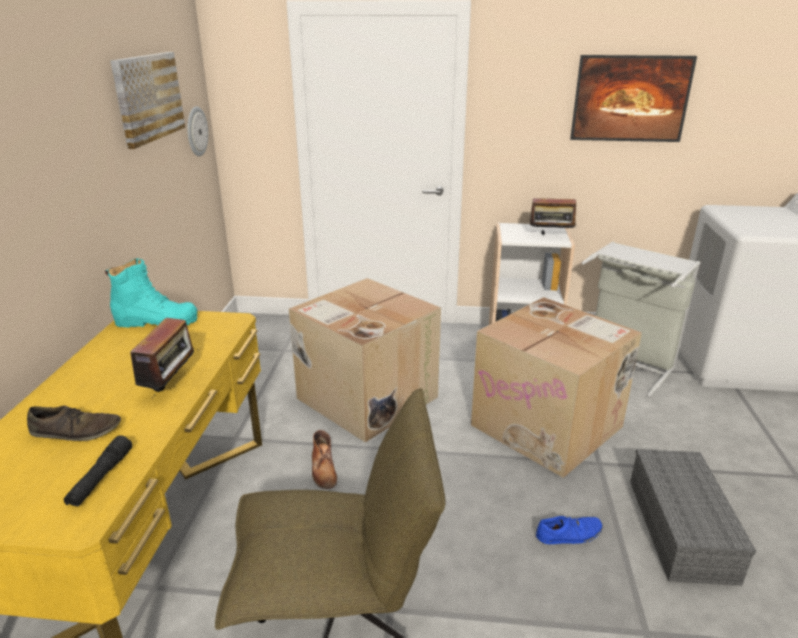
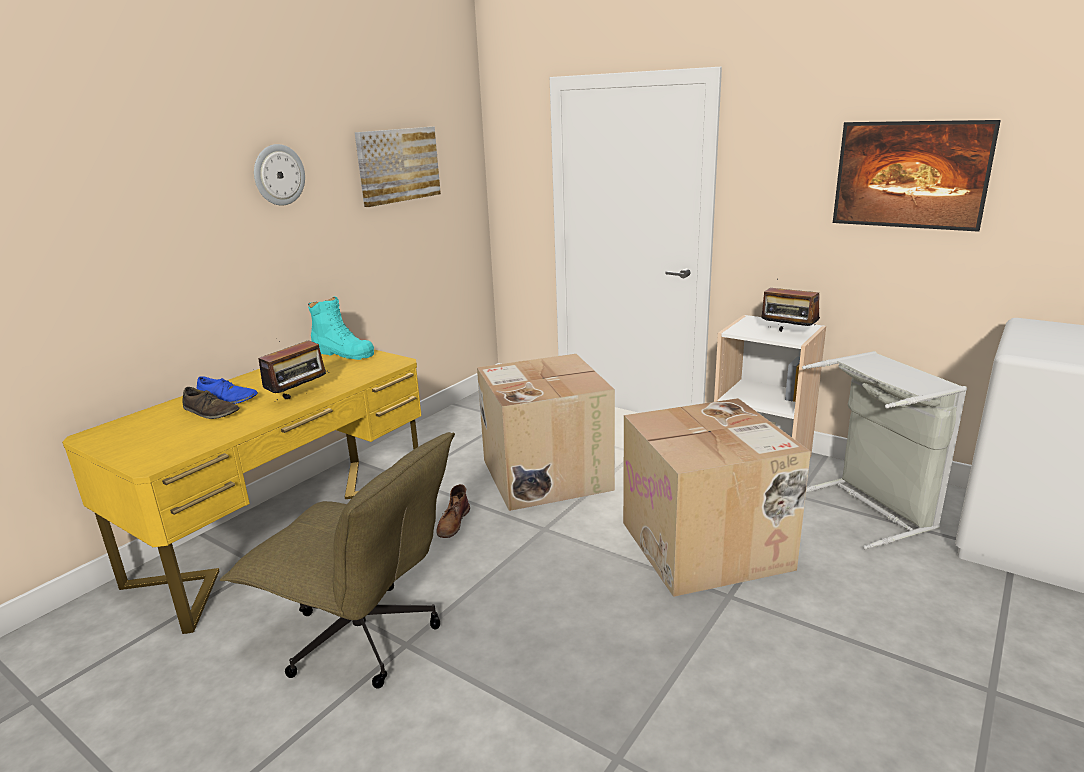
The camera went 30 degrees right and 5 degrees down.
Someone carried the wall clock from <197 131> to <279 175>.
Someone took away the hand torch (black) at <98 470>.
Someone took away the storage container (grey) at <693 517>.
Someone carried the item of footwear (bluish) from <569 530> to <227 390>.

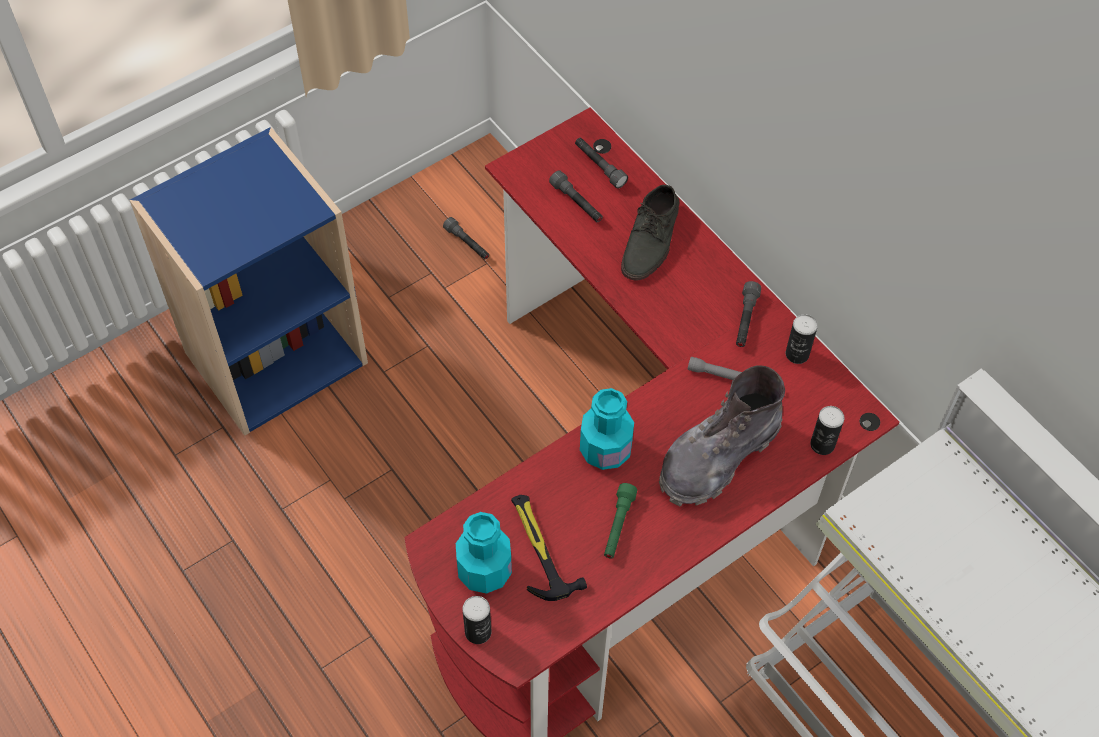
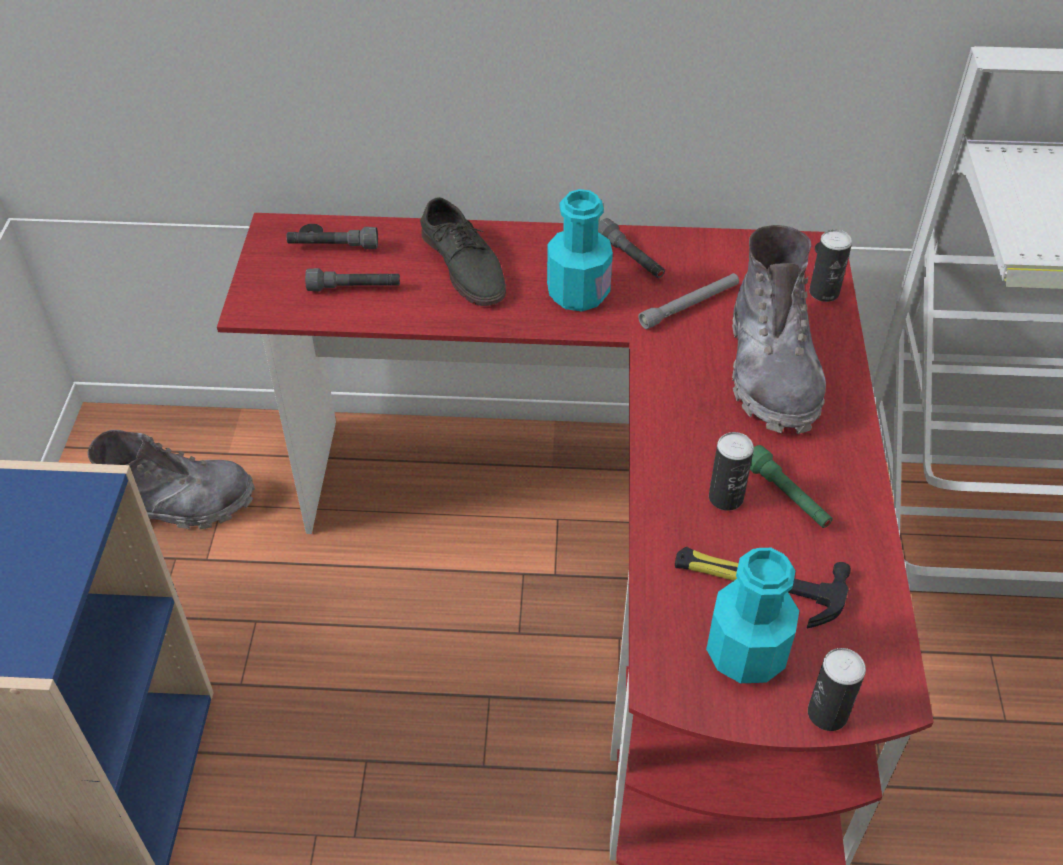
The camera went 50 degrees left and 10 degrees down.
Someone swapped the hand torch (grey) at <466 238> for the high-top boot (grey) at <171 479>.
Someone carried the metal can from <802 339> to <731 471>.
Someone carried the bottle (turquoise-coloured) from <607 429> to <580 250>.

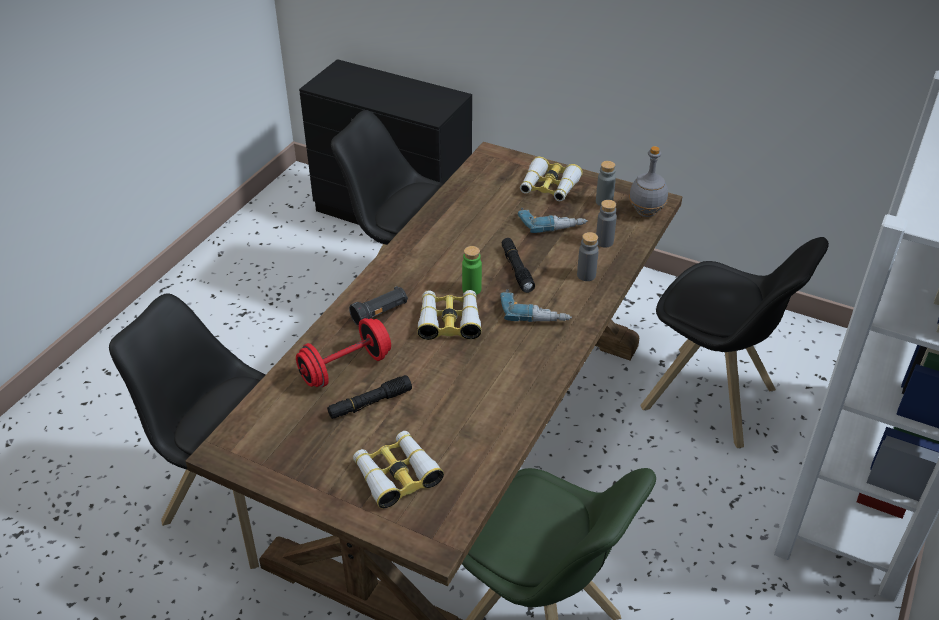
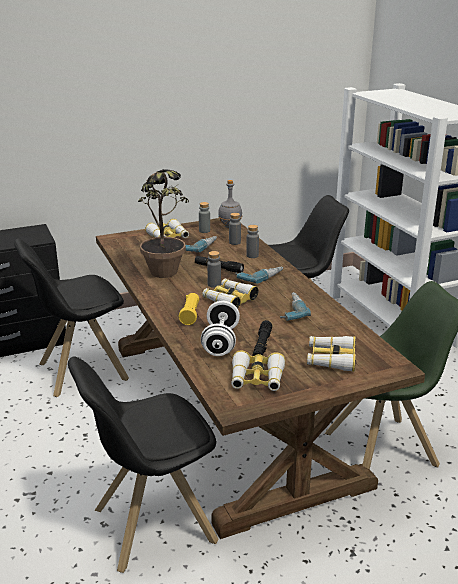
The camera went 50 degrees left and 15 degrees down.
Someone repainted the bottle (green) at <472 270>, which became the bottle (grey) at <214 269>.
Someone repainted the hand torch (black) at <378 306>, which became the hand torch (yellow-coloured) at <189 309>.
Someone repainted the dumbbell (red) at <343 352>, which became the dumbbell (whitish) at <220 328>.
Someone put down the plant in a pot at <163 223>.
Someone put down the drill at <295 306>.
Someone put down the binoculars at <258 370>.

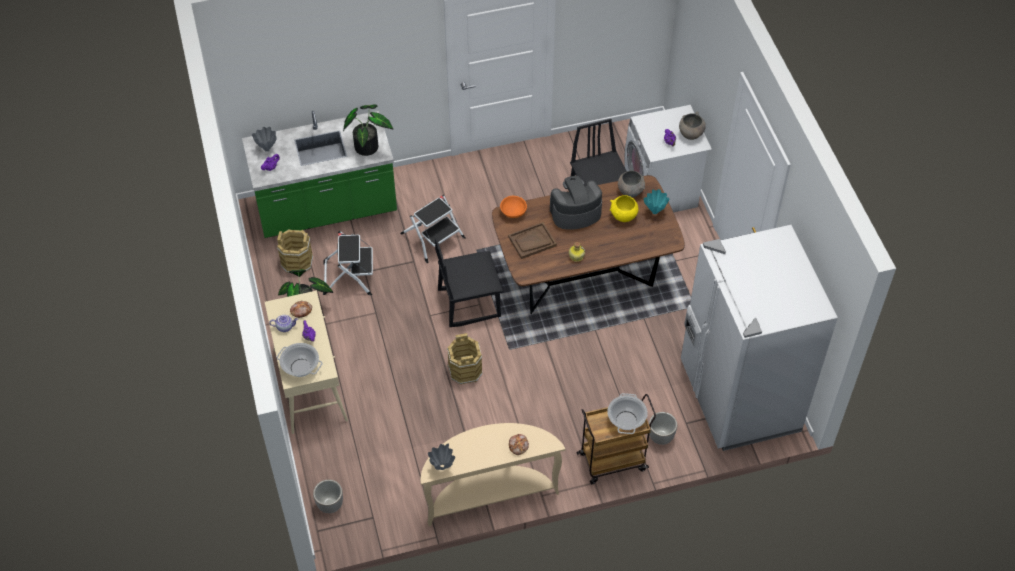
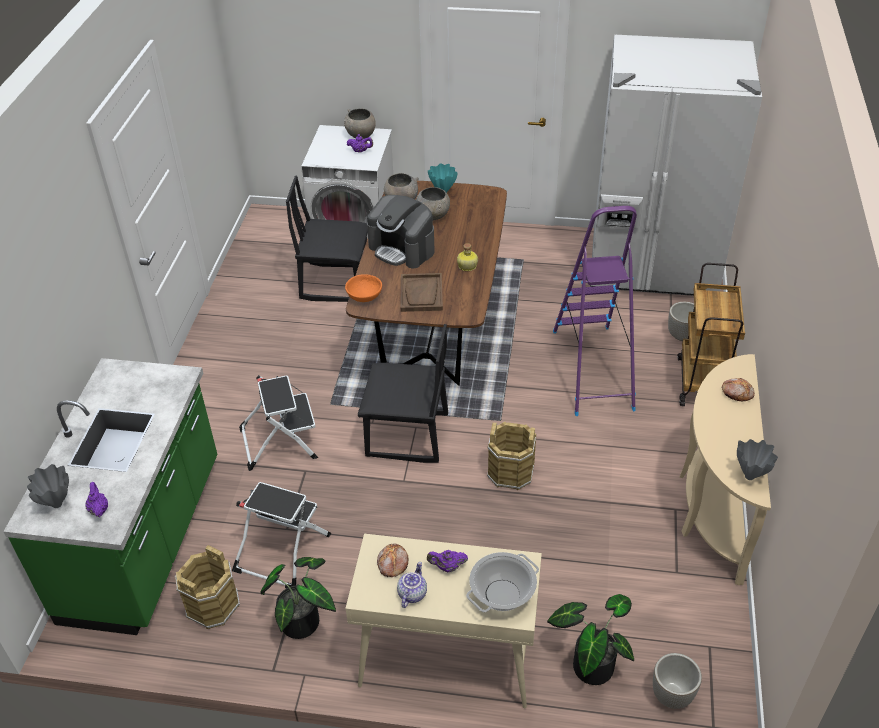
The camera went 65 degrees left and 10 degrees down.
Someone carried the plant in a pot from <368 130> to <590 639>.
Someone rotated the coffee brewer at <576 203> by 60 degrees counterclockwise.
Someone repainted the serving bowl (yellow-coloured) at <624 208>, which became the serving bowl (grey) at <433 203>.
Someone rotated the chair (black) at <469 282> by 90 degrees counterclockwise.
Someone took away the saucepot at <627 413>.
Someone put down the stepladder (purple-coloured) at <595 311>.

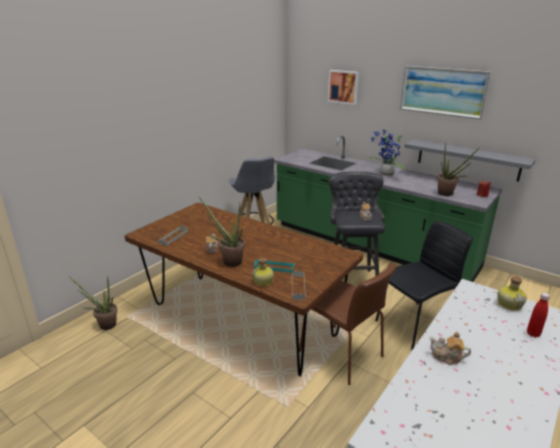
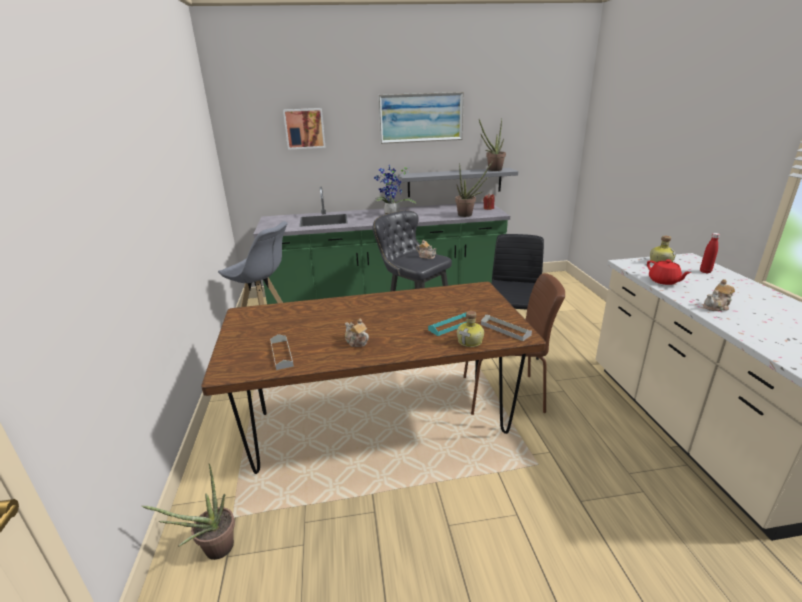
The camera went 45 degrees left and 0 degrees up.
Someone carried the plant in a pot from <222 232> to <492 144>.
Someone put down the tea pot (red) at <669 272>.

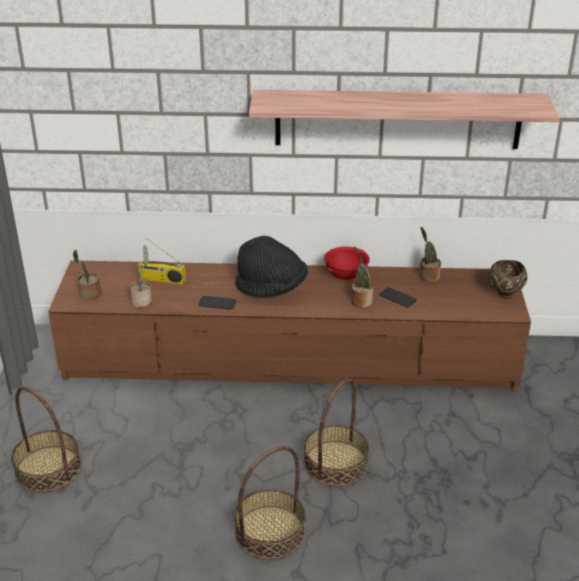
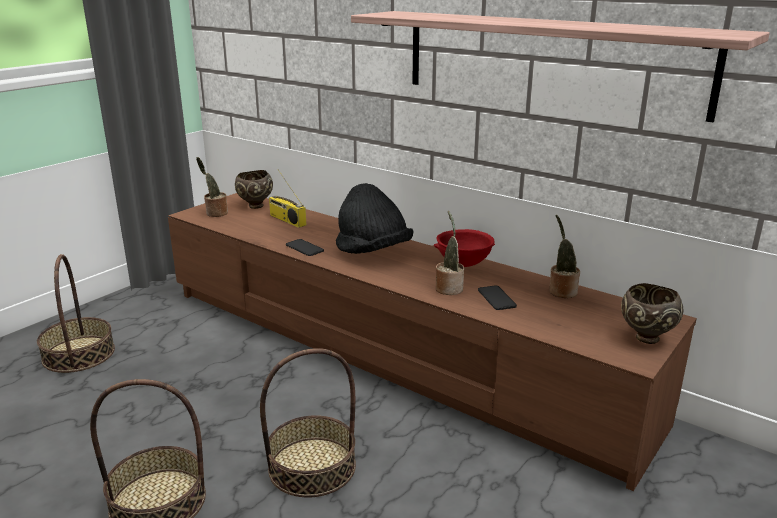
The camera went 35 degrees right and 10 degrees down.
Someone took away the plant in a pot at <140 276>.
Someone put down the serving bowl (brownish) at <254 189>.

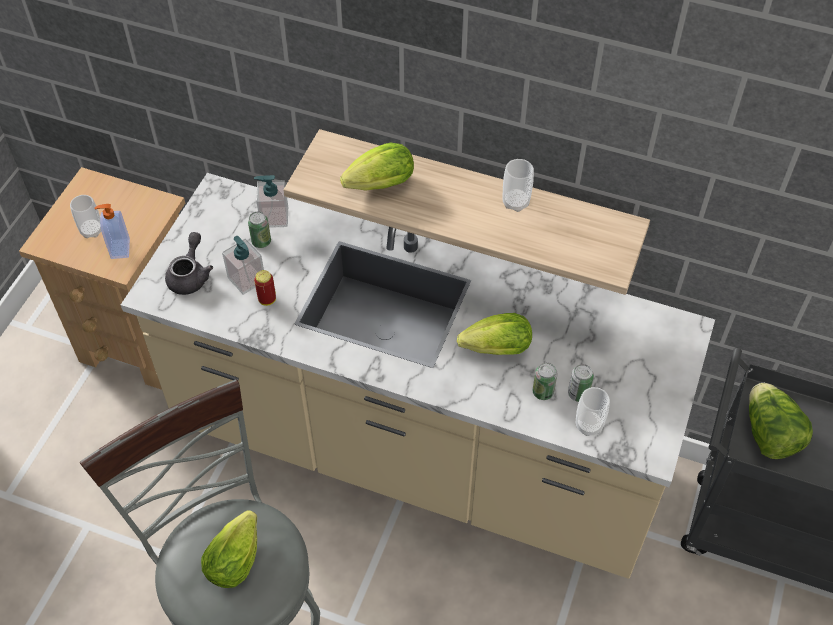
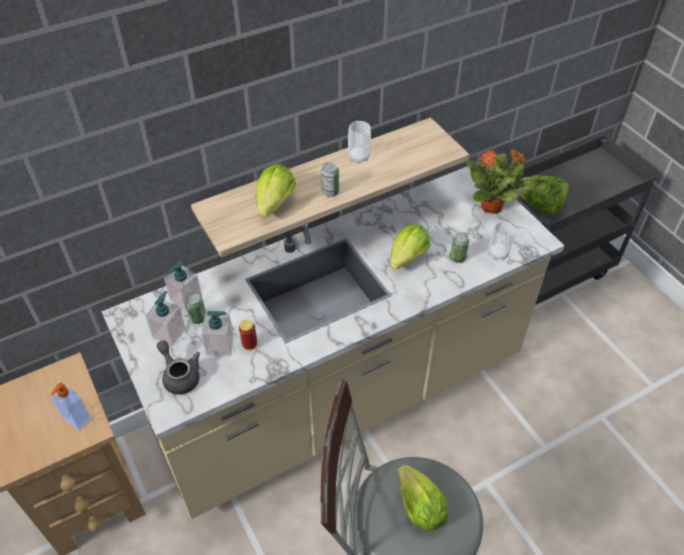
The camera went 50 degrees left and 5 degrees down.
Someone took away the drinking cup at <85 216>.
Someone carried the metal can from <581 383> to <330 179>.
Someone put down the plant in a pot at <499 181>.
Someone put down the liquid soap bottle at <166 318>.

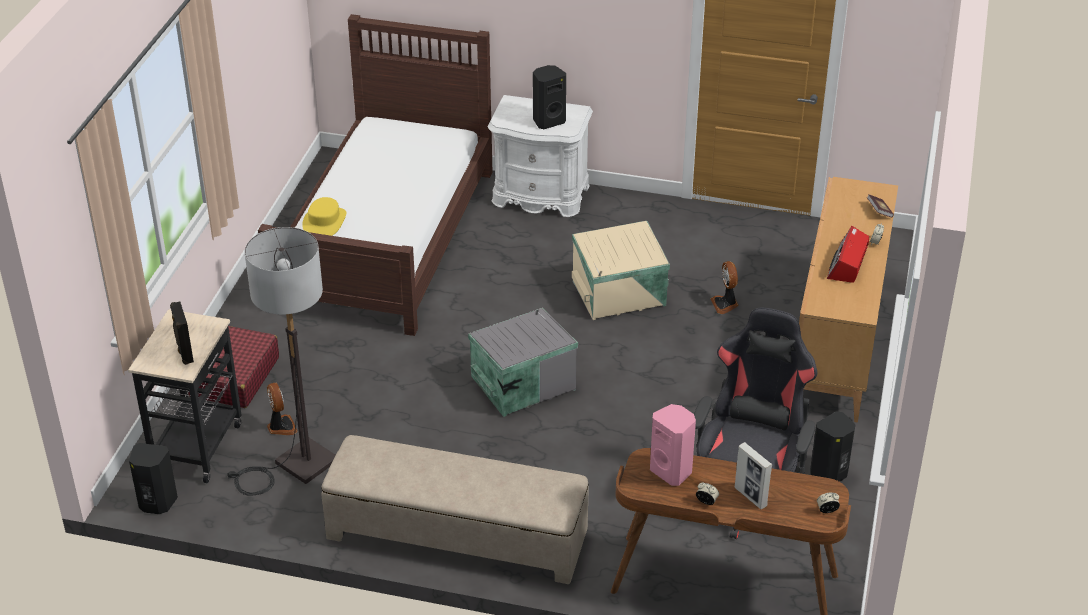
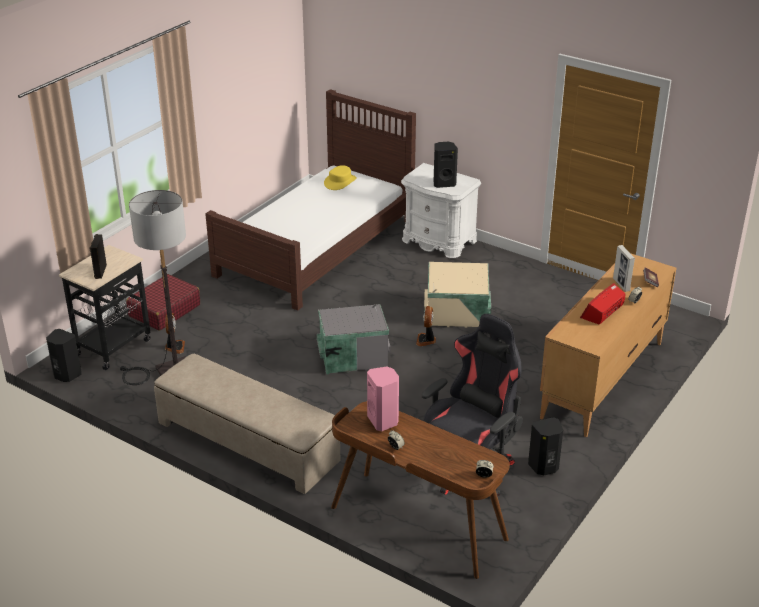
The camera went 20 degrees right and 5 degrees down.
Someone carried the hat (yellow-coloured) from <324 216> to <340 177>.
Someone carried the fan from <724 287> to <426 326>.
Someone carried the standing frame from <753 475> to <624 268>.

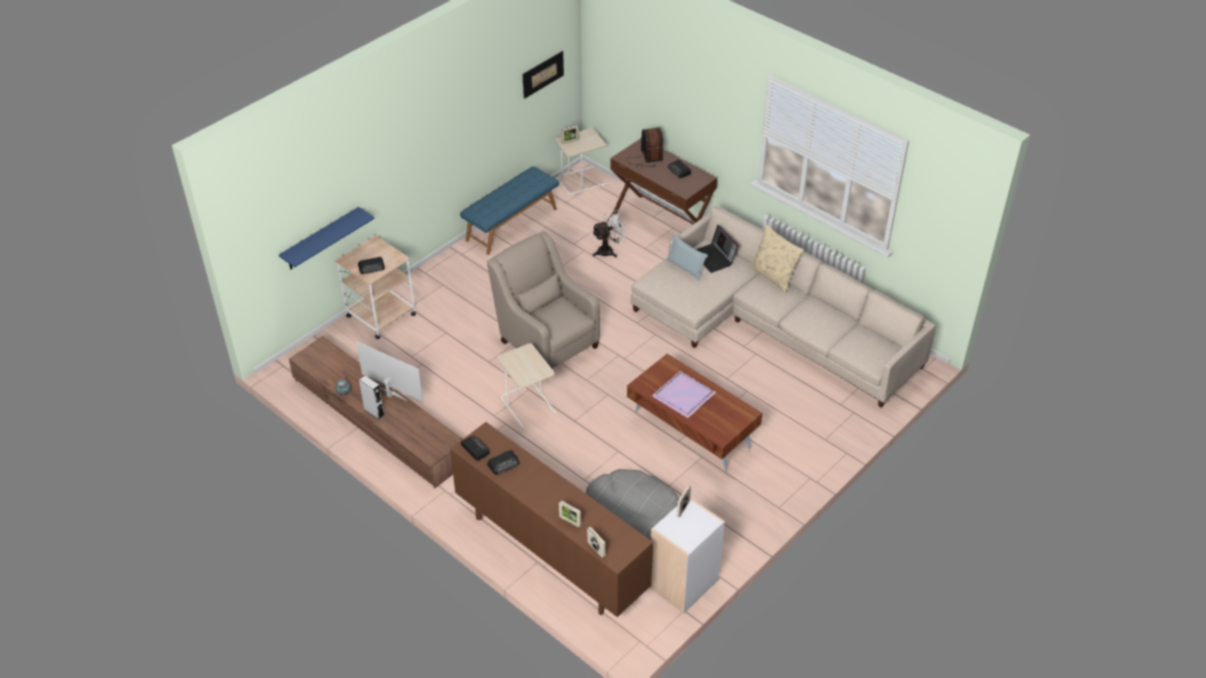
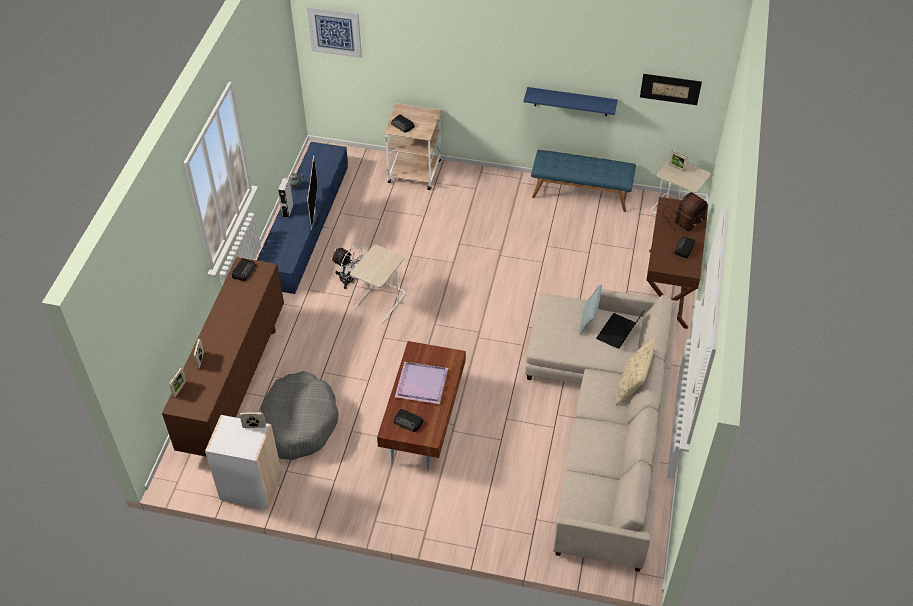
The camera went 60 degrees right and 5 degrees up.
Someone carried the shelf (bluish) from <327 238> to <570 101>.
Someone carried the fan (whitish) from <609 233> to <349 267>.
Someone took away the easy chair (beige-coloured) at <543 299>.
Someone repainted the tv stand (brownish) at <375 412>, which became the tv stand (bluish) at <302 218>.
Someone carried the radio from <503 462> to <408 420>.
Someone put up the picture at <334 32>.

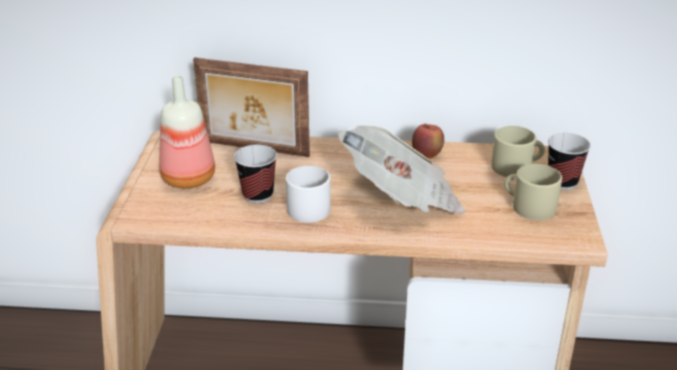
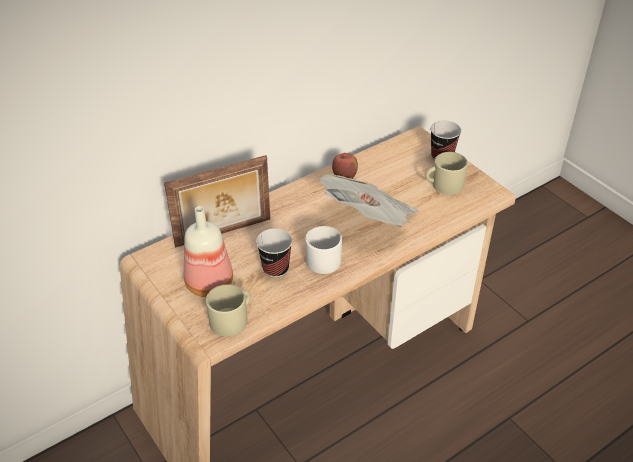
The camera went 40 degrees left and 10 degrees up.
Someone carried the tea mug (beige-coloured) from <518 151> to <228 310>.

